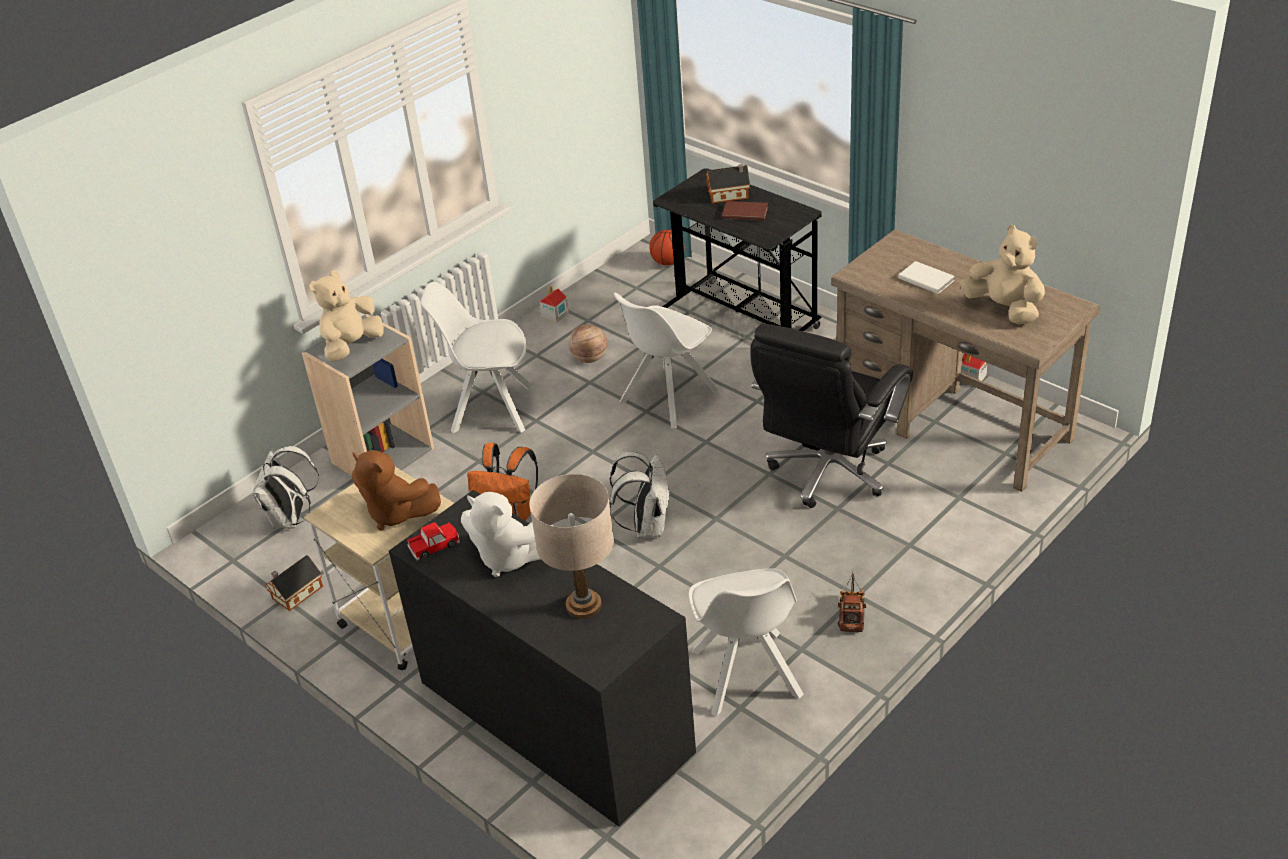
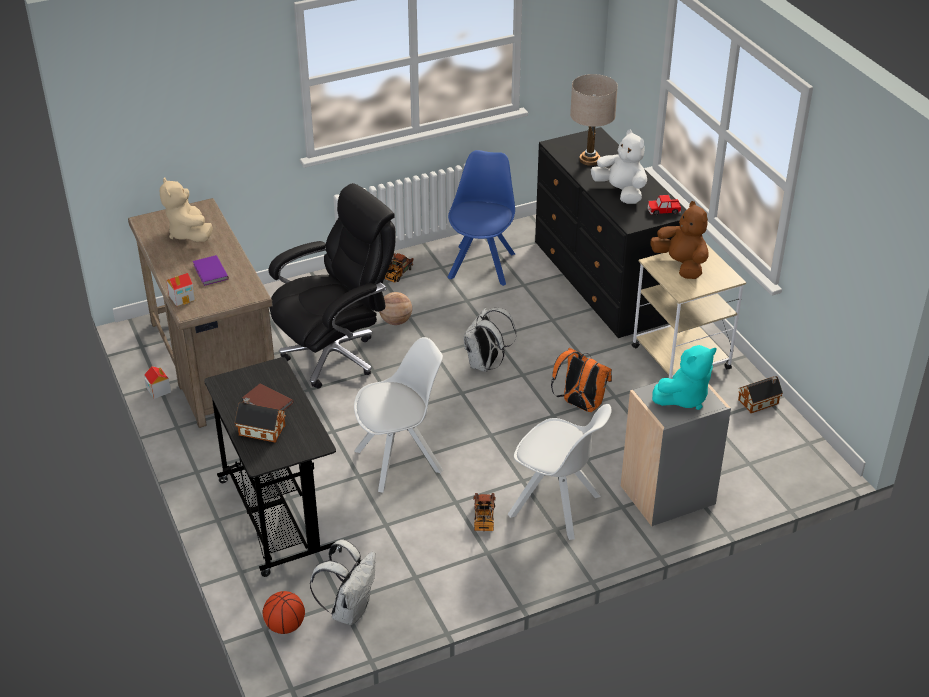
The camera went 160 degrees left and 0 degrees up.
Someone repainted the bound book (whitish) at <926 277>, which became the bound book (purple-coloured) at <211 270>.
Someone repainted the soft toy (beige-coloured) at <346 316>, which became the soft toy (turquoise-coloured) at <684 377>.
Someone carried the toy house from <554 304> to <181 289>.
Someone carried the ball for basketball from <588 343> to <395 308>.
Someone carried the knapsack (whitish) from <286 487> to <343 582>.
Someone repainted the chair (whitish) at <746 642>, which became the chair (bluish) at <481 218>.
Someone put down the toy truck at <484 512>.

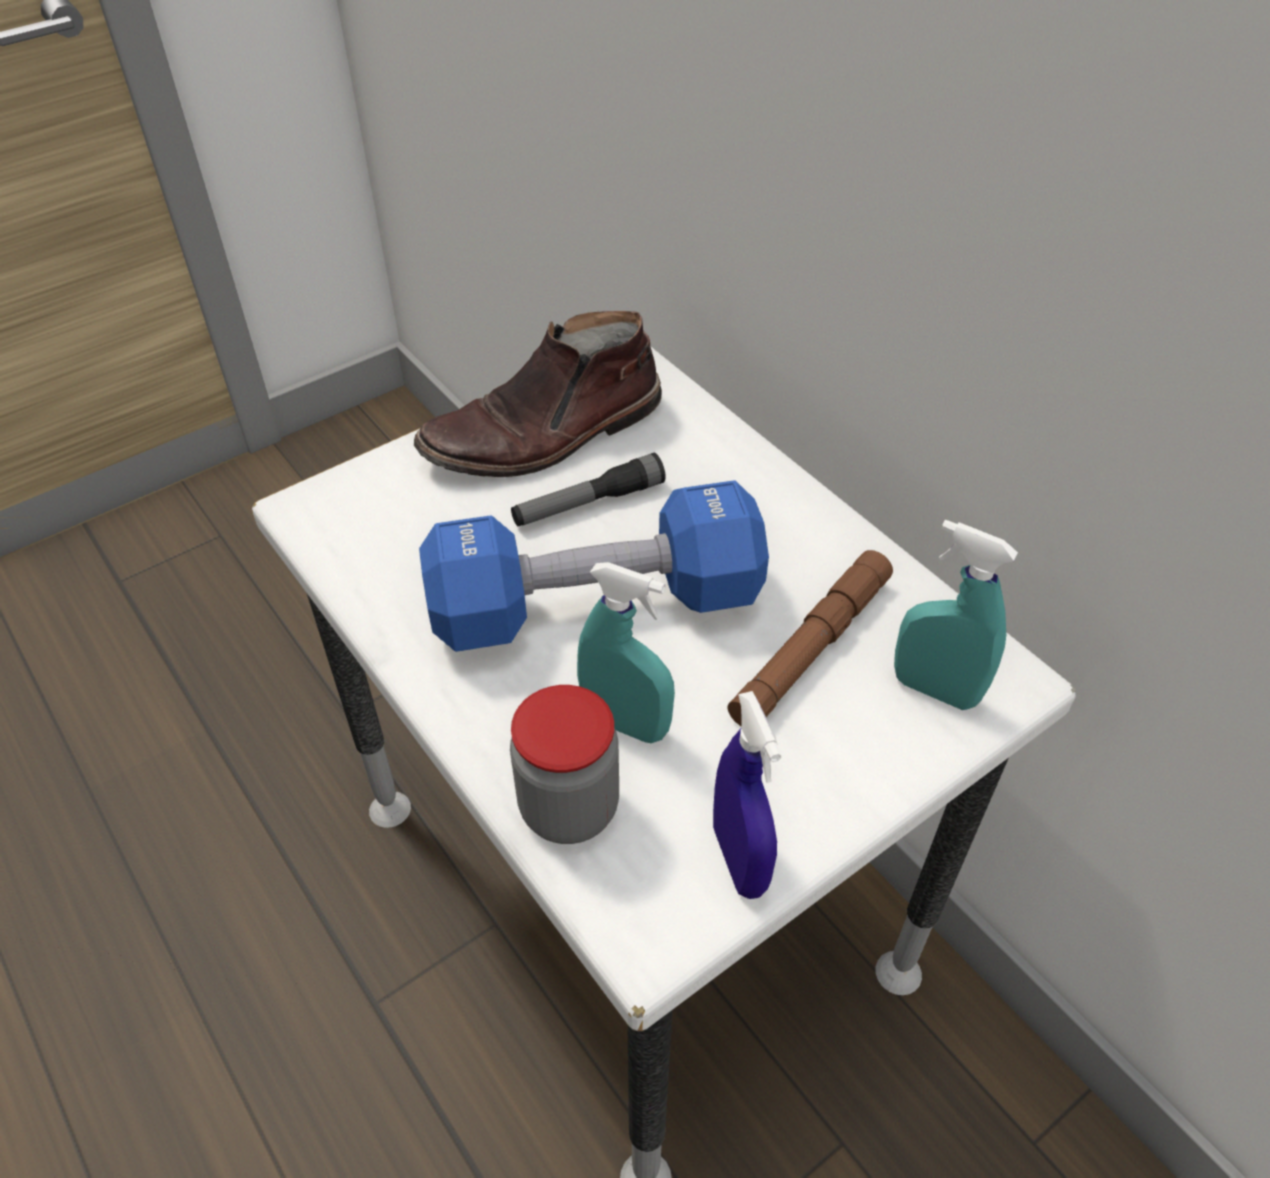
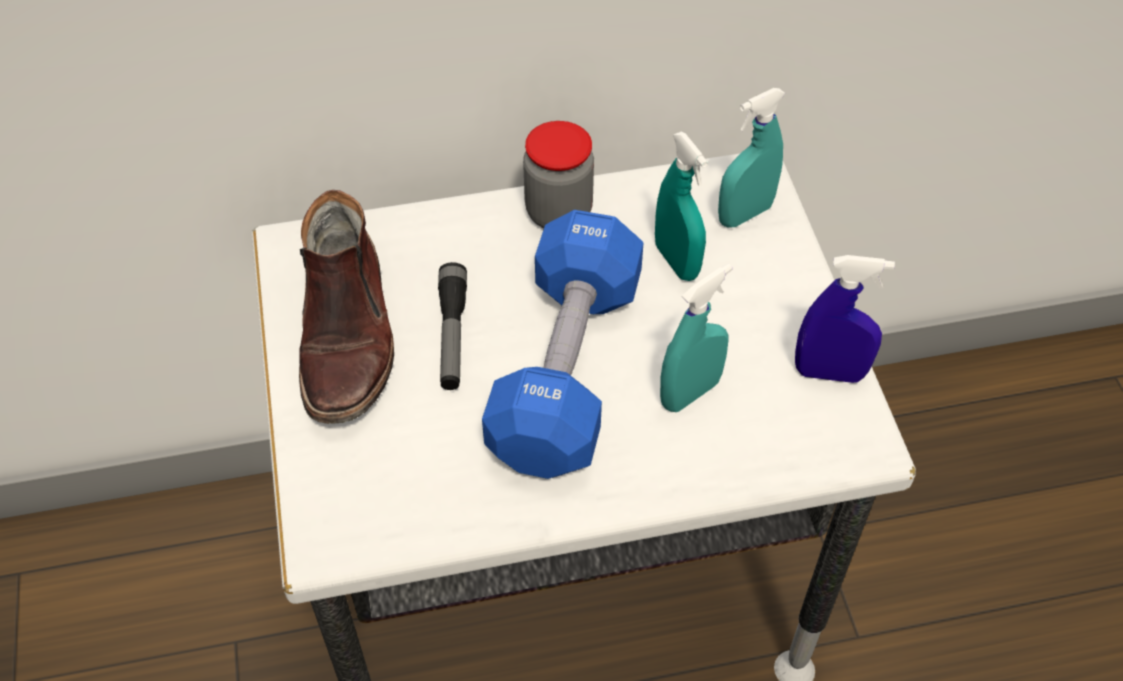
The camera went 65 degrees left and 5 degrees up.
Someone swapped the hand torch (brownish) at <810 638> for the hand sprayer (turquoise-coloured) at <681 206>.
Someone carried the preserve jar from <564 764> to <558 174>.

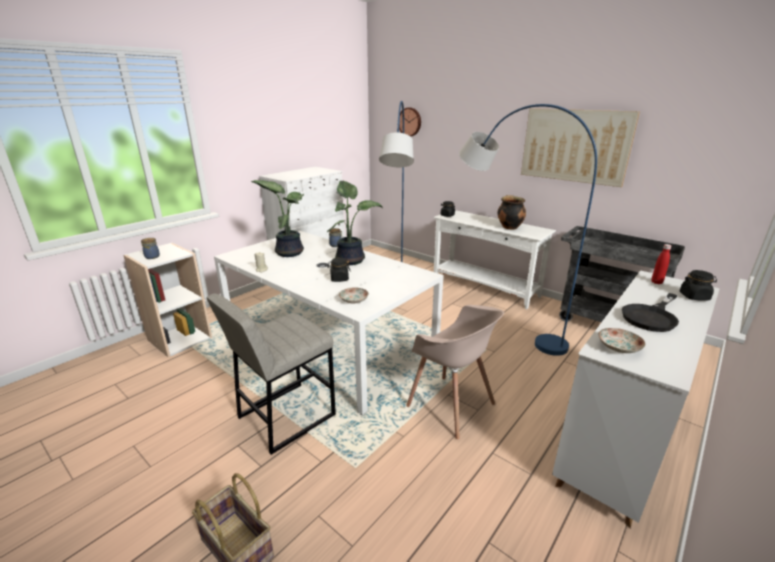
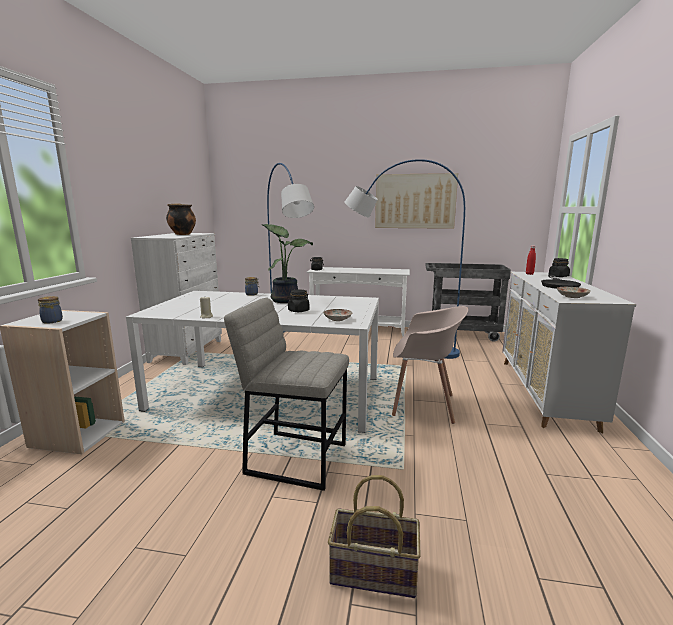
The camera went 30 degrees left and 10 degrees down.
Someone took away the wall clock at <410 122>.
Someone took away the plant in a pot at <277 218>.
Someone carried the saucepot from <512 212> to <181 219>.
Someone rotated the chair (grey) at <271 374> by 90 degrees clockwise.

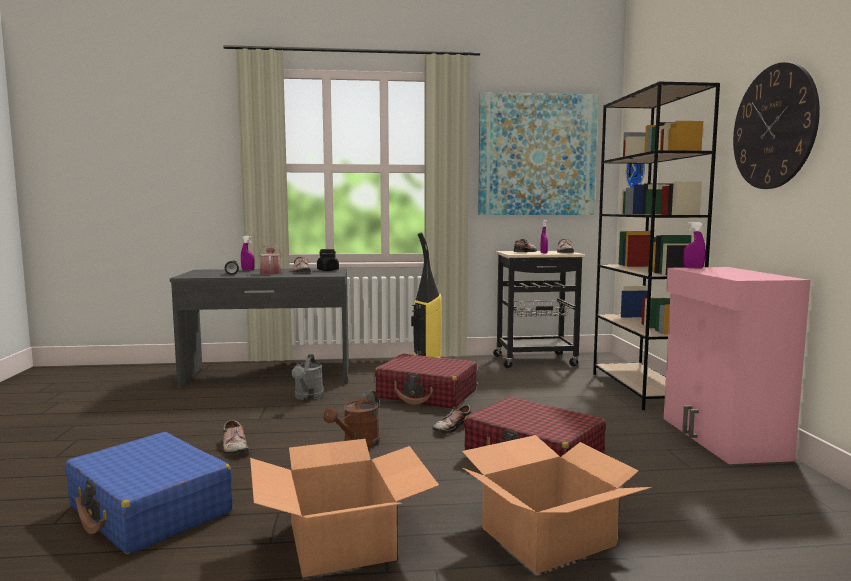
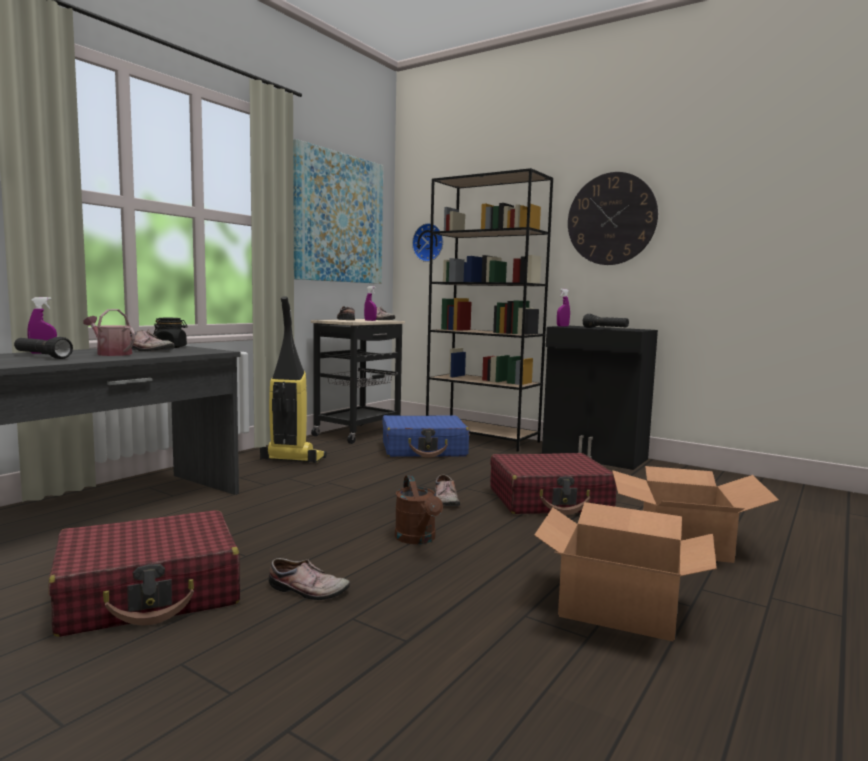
The camera went 50 degrees left and 0 degrees up.
Someone repainted the storage cabinet (pink) at <737 365>, which became the storage cabinet (black) at <600 398>.
Someone took away the sprinkling can (grey) at <308 377>.
Someone carried the piece of luggage (red) from <426 381> to <144 573>.
Someone carried the piece of luggage (bluish) from <149 493> to <425 436>.
Someone put down the hand torch (black) at <606 321>.

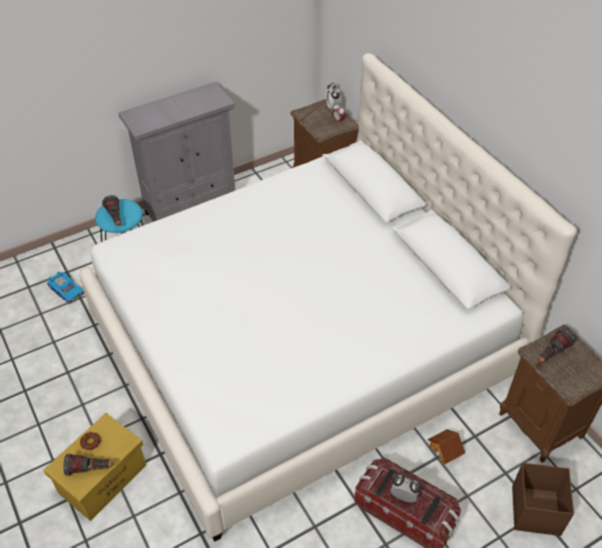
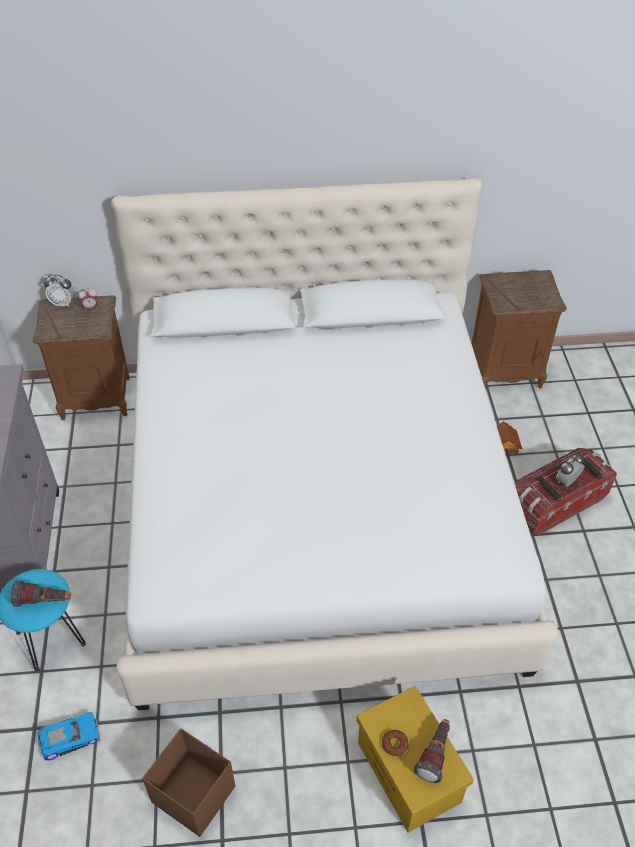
The camera went 65 degrees left and 0 degrees up.
Someone took away the hand torch at <557 346>.
Someone carried the storage container (brownish) from <543 499> to <188 782>.

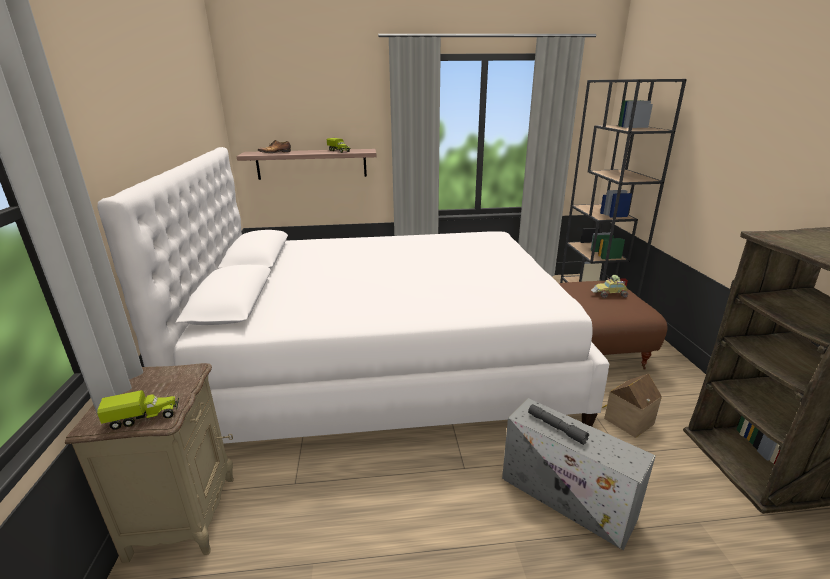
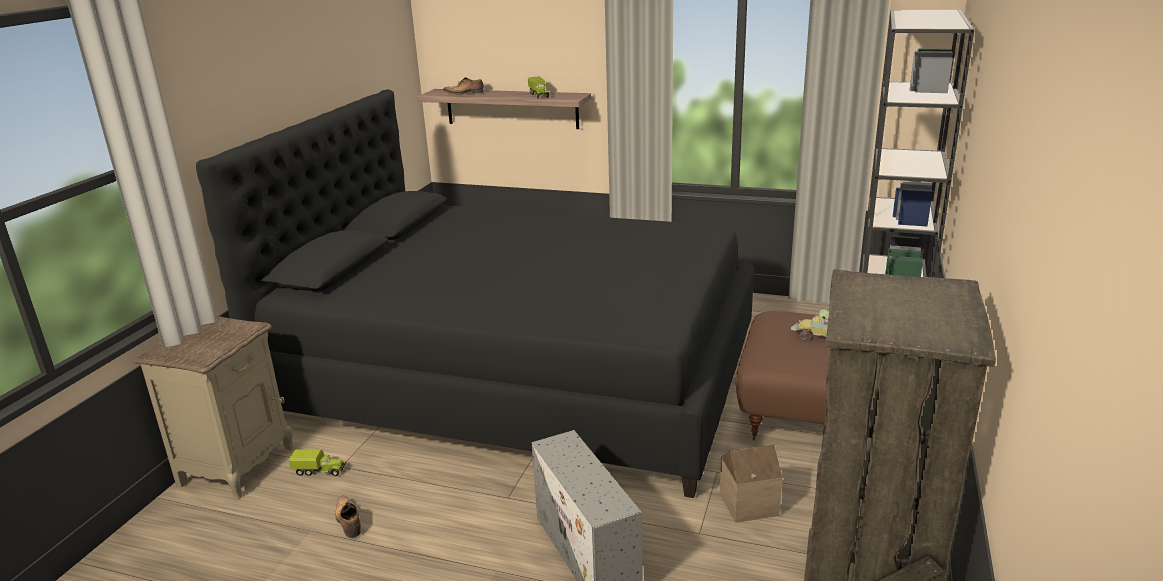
The camera went 25 degrees right and 0 degrees up.
Someone repainted the bed (whitish) at <353 295>, which became the bed (black) at <475 293>.
Someone carried the toy truck from <138 410> to <317 462>.
Someone took away the hand torch (grey) at <558 424>.
Someone put down the item of footwear at <348 516>.

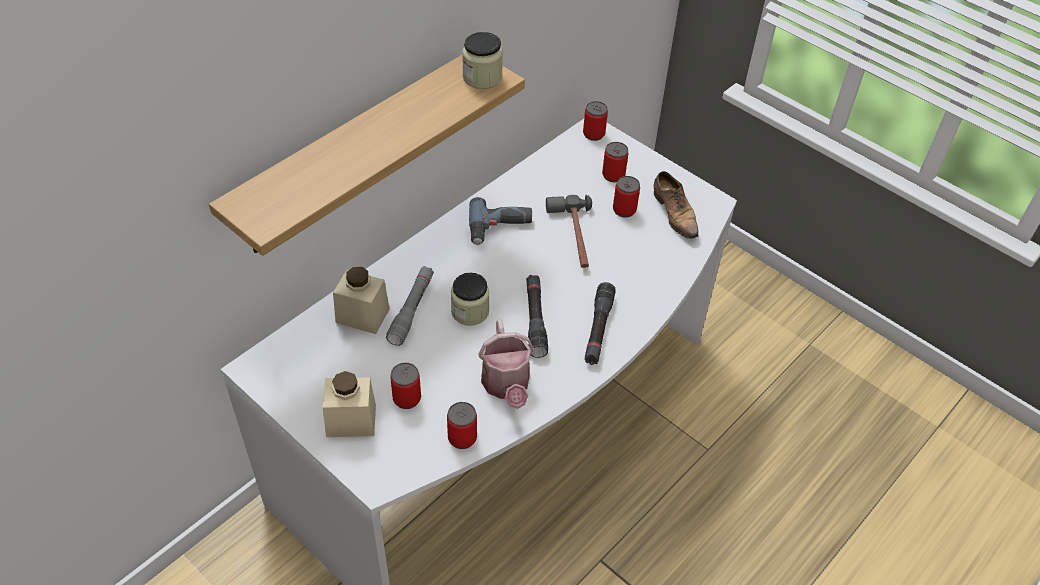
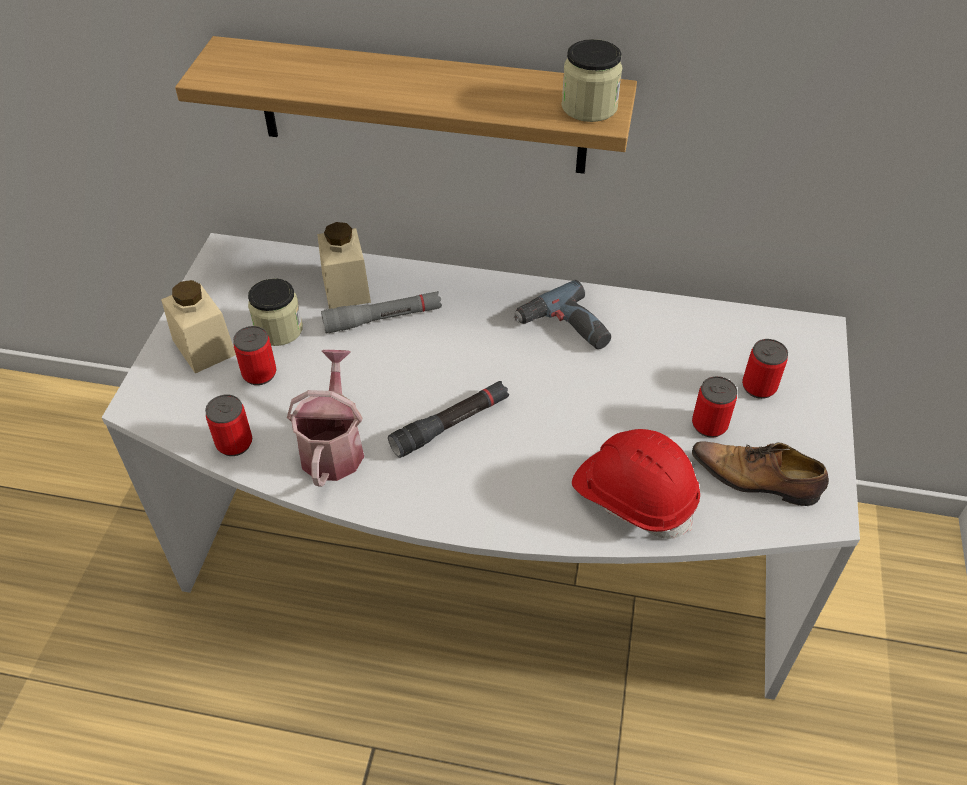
The camera went 60 degrees right and 0 degrees up.
Someone took away the metal can at <595 121>.
Someone rotated the item of footwear at <676 205> by 75 degrees clockwise.
Someone took away the hand hammer at <569 231>.
Someone carried the preserve jar from <470 299> to <275 312>.
Someone took away the hand torch (black) at <600 323>.
Someone rotated the sprinkling can at <506 364> by 135 degrees clockwise.
Someone put down the hard hat (red) at <636 484>.

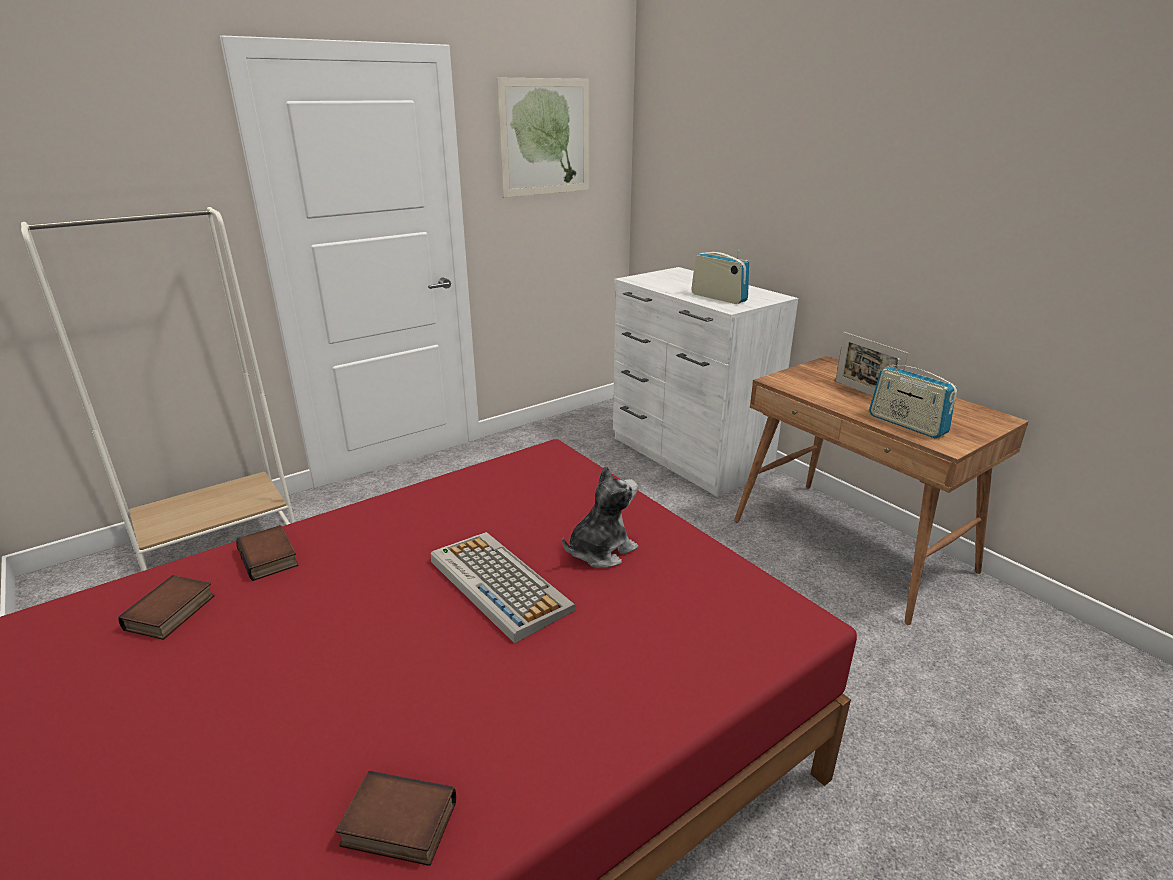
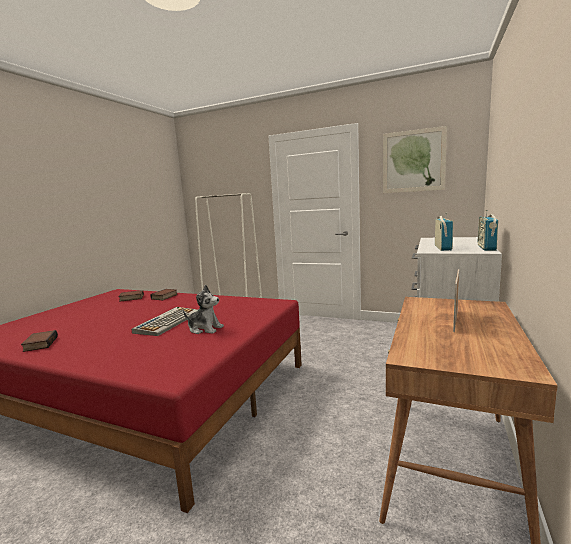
The camera went 60 degrees right and 15 degrees down.
Someone carried the radio from <913 398> to <487 230>.

